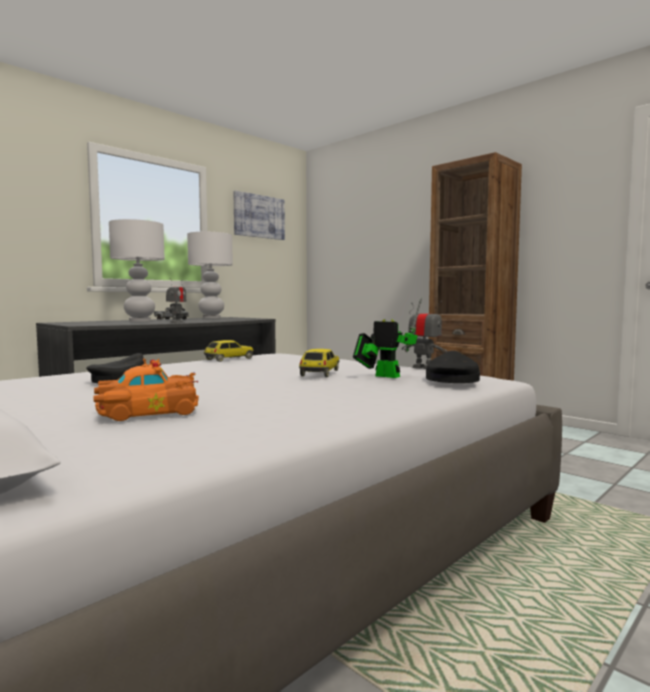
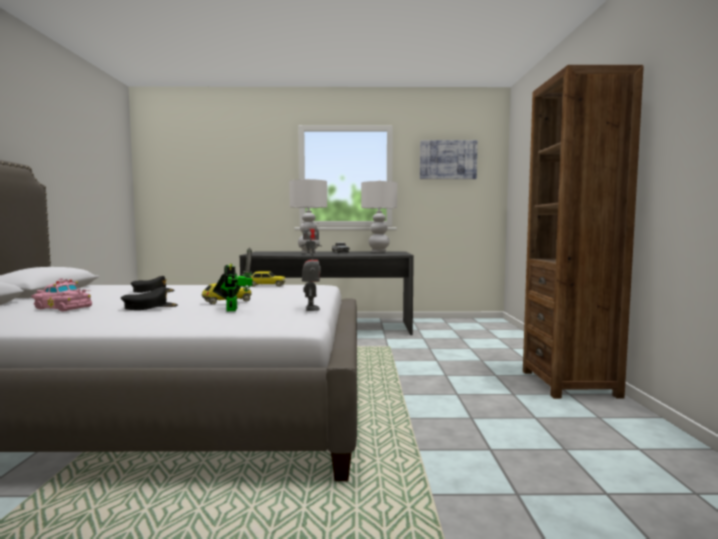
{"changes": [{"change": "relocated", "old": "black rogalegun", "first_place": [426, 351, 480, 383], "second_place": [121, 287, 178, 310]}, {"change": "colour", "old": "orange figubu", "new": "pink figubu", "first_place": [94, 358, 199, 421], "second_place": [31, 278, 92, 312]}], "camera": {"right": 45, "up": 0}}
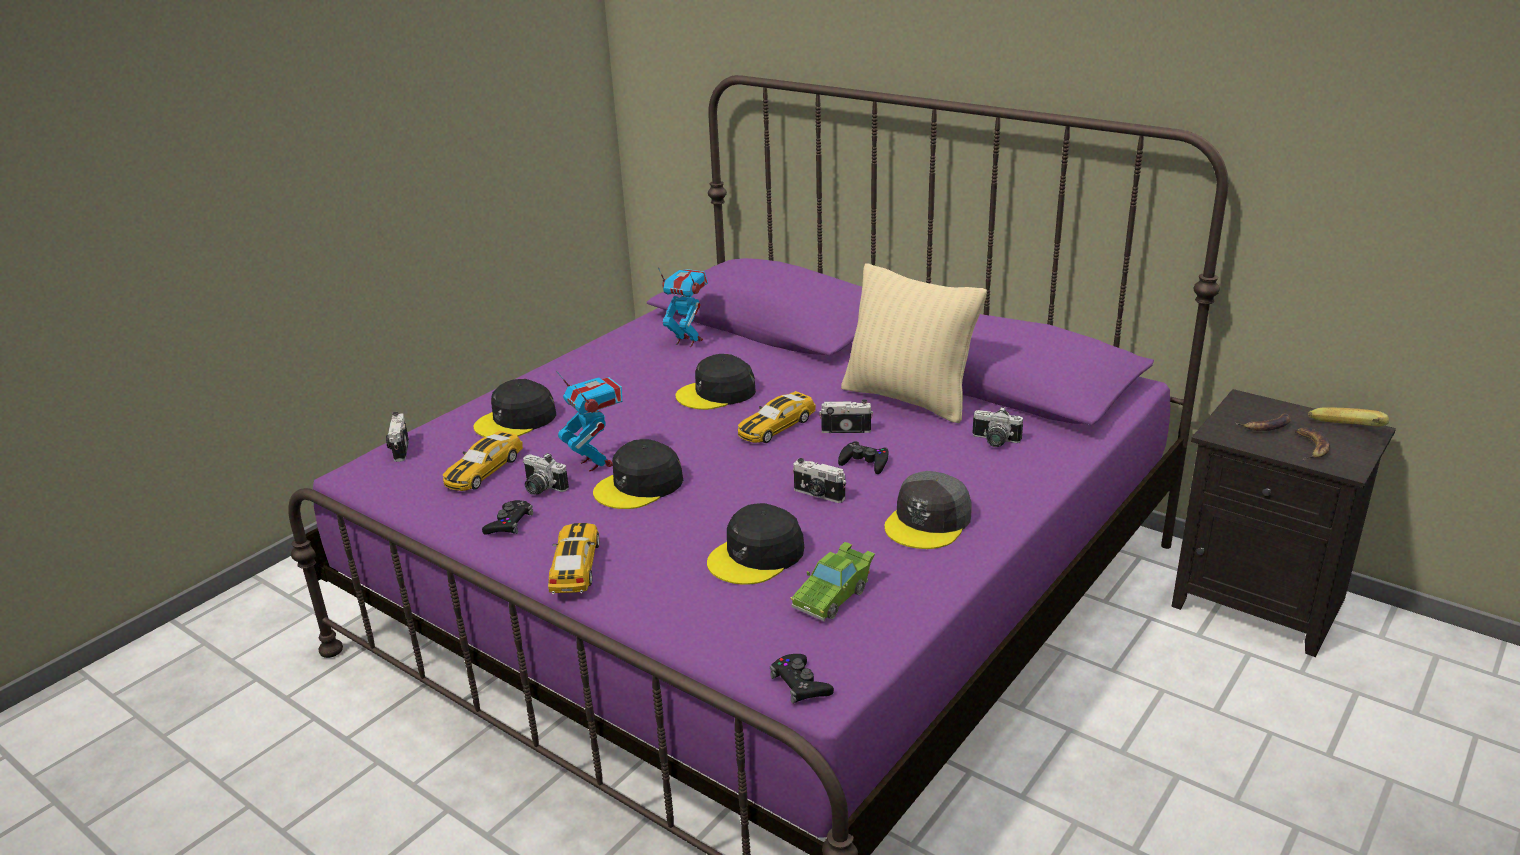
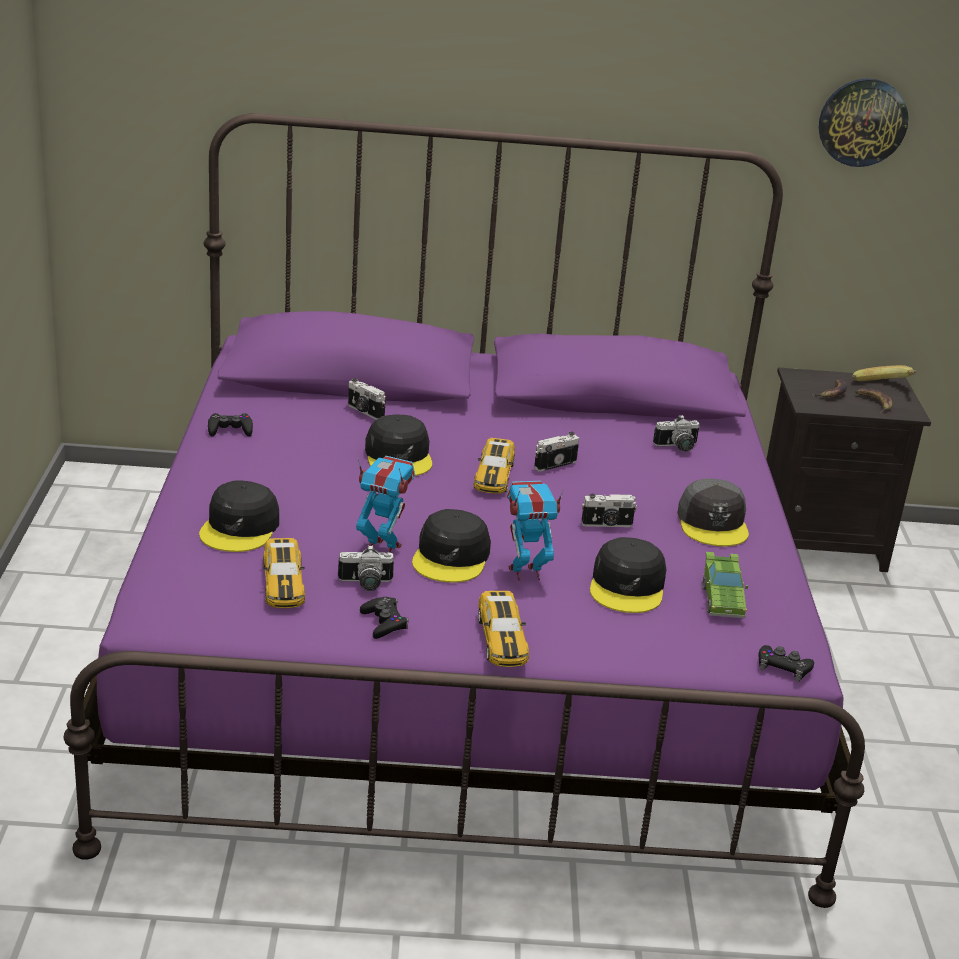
{"changes": [{"change": "missing", "old": "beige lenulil", "first_place": [841, 263, 987, 423]}, {"change": "relocated", "old": "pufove", "first_place": [658, 267, 708, 347], "second_place": [507, 481, 564, 581]}, {"change": "spun", "old": "black rogalegun", "first_place": [675, 354, 756, 410], "second_place": [365, 414, 432, 476], "degrees": -45}, {"change": "relocated", "old": "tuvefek", "first_place": [386, 412, 409, 462], "second_place": [348, 378, 386, 420]}, {"change": "relocated", "old": "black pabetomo", "first_place": [838, 441, 888, 474], "second_place": [208, 413, 253, 436]}, {"change": "spun", "old": "figubu", "first_place": [548, 523, 599, 594], "second_place": [478, 591, 529, 667], "degrees": -150}, {"change": "appeared", "new": "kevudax", "second_place": [819, 78, 909, 167]}], "camera": {"right": -40, "up": 0}}
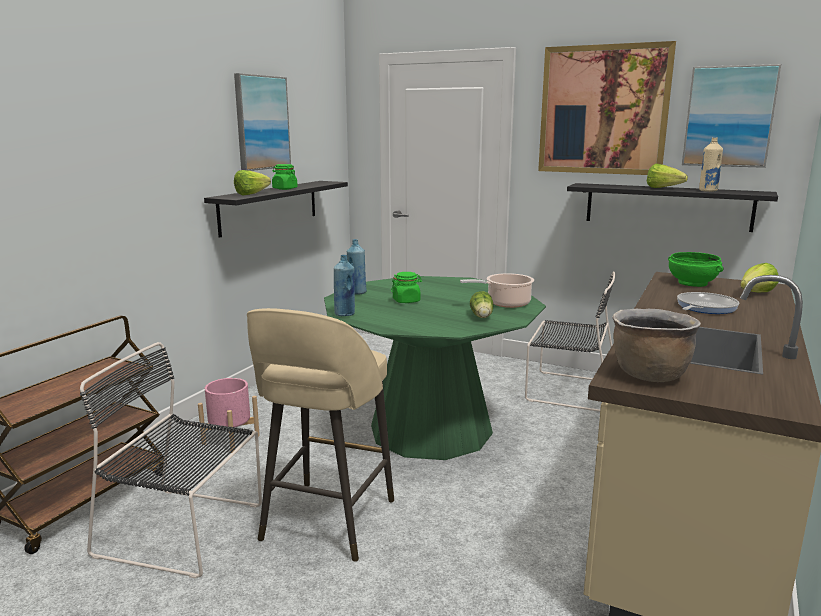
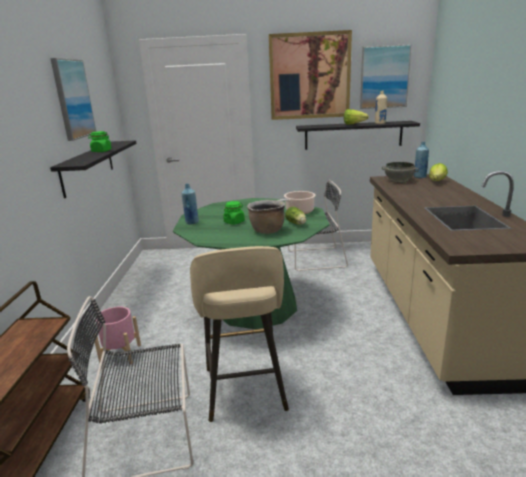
{"changes": [{"change": "missing", "old": "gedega", "first_place": [234, 170, 271, 195]}, {"change": "colour", "old": "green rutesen", "new": "grey rutesen", "first_place": [668, 252, 723, 287], "second_place": [382, 162, 419, 183]}, {"change": "relocated", "old": "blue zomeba", "first_place": [334, 255, 355, 316], "second_place": [414, 142, 429, 178]}, {"change": "missing", "old": "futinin", "first_place": [677, 292, 739, 314]}, {"change": "relocated", "old": "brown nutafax", "first_place": [612, 309, 701, 382], "second_place": [247, 200, 285, 234]}], "camera": {"right": -25, "up": 5}}
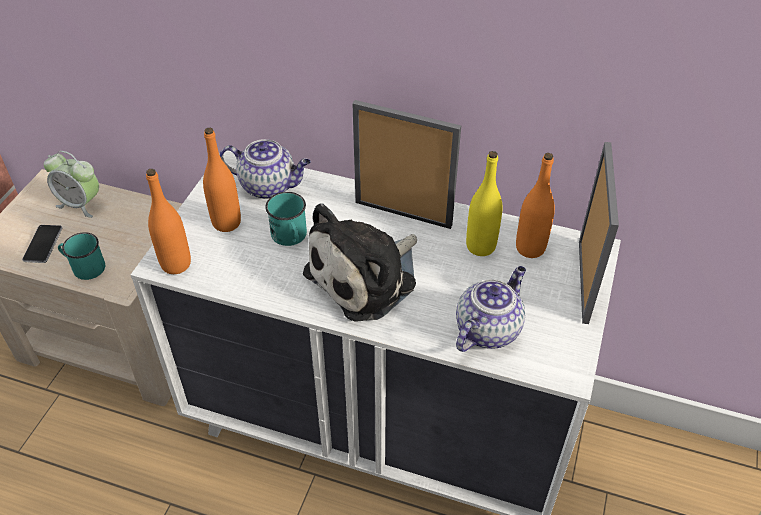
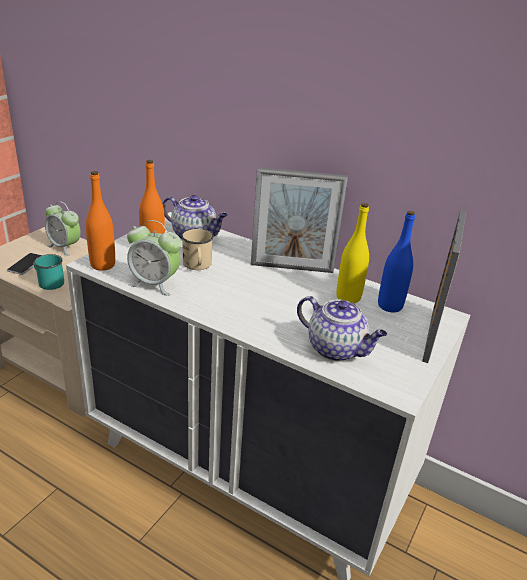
{"changes": [{"change": "spun", "old": "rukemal", "first_place": [352, 100, 461, 229], "second_place": [251, 167, 348, 273], "degrees": 150}, {"change": "colour", "old": "orange zomeba", "new": "blue zomeba", "first_place": [516, 153, 555, 258], "second_place": [378, 211, 415, 312]}, {"change": "colour", "old": "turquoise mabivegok", "new": "beige mabivegok", "first_place": [265, 192, 307, 246], "second_place": [181, 228, 214, 270]}, {"change": "missing", "old": "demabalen", "first_place": [303, 203, 417, 321]}, {"change": "spun", "old": "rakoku", "first_place": [456, 266, 526, 352], "second_place": [297, 296, 387, 361], "degrees": 75}, {"change": "appeared", "new": "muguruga", "second_place": [127, 220, 182, 296]}], "camera": {"right": 10, "up": -15}}
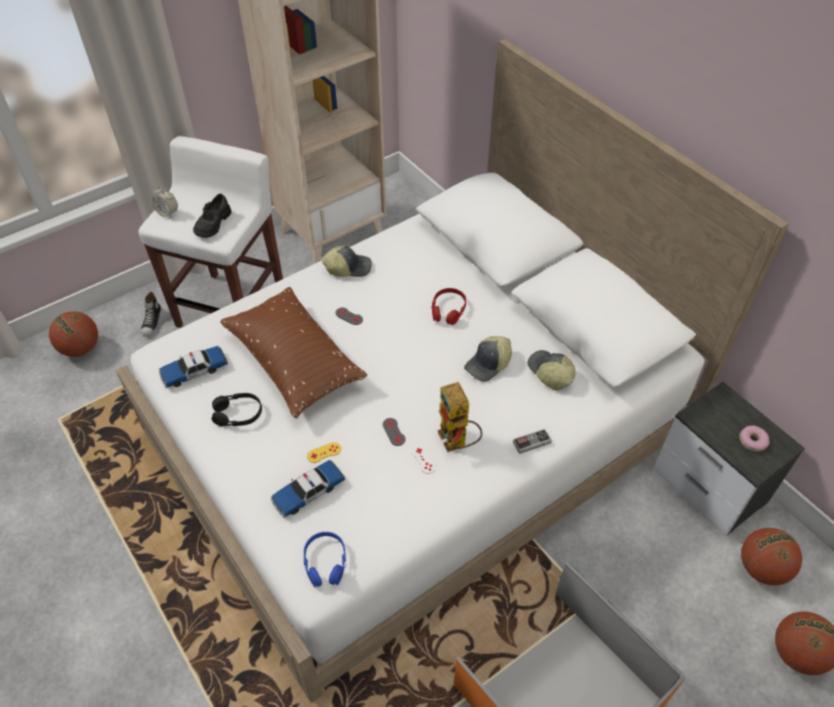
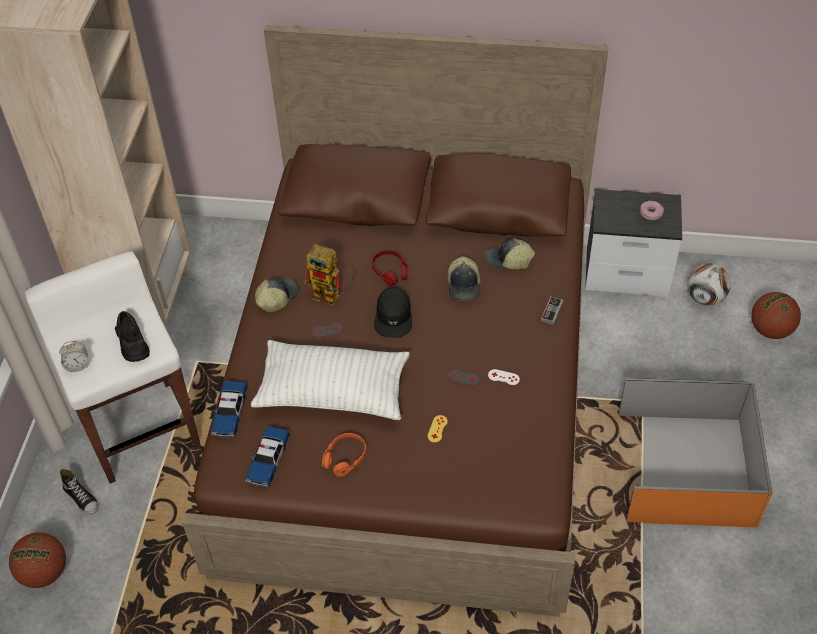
{"changes": [{"change": "colour", "old": "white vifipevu", "new": "brown vifipevu", "first_place": [116, 39, 789, 703], "second_place": [182, 25, 608, 617]}, {"change": "colour", "old": "brown lenulil", "new": "white lenulil", "first_place": [220, 287, 367, 418], "second_place": [251, 340, 410, 420]}, {"change": "relocated", "old": "pufove", "first_place": [438, 382, 482, 452], "second_place": [304, 244, 352, 306]}, {"change": "colour", "old": "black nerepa", "new": "orange nerepa", "first_place": [211, 393, 262, 427], "second_place": [322, 433, 366, 477]}, {"change": "relocated", "old": "figubu", "first_place": [270, 460, 345, 518], "second_place": [211, 381, 247, 438]}, {"change": "exchanged", "old": "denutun", "new": "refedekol", "first_place": [741, 528, 802, 586], "second_place": [687, 263, 731, 306]}, {"change": "missing", "old": "blue nerepa", "first_place": [304, 532, 346, 587]}, {"change": "appeared", "new": "black rogalegun", "second_place": [374, 287, 412, 338]}], "camera": {"right": -45, "up": 0}}
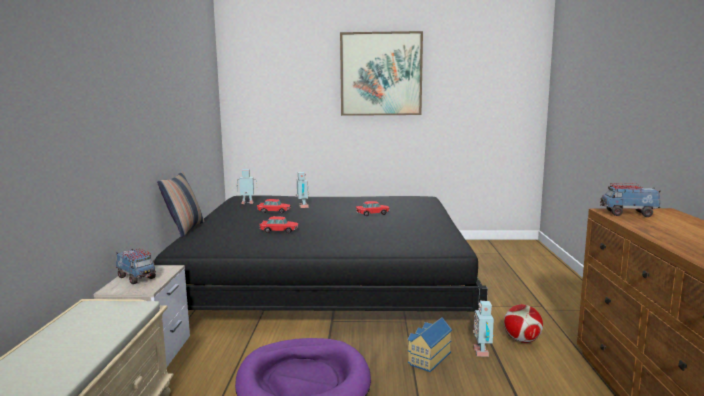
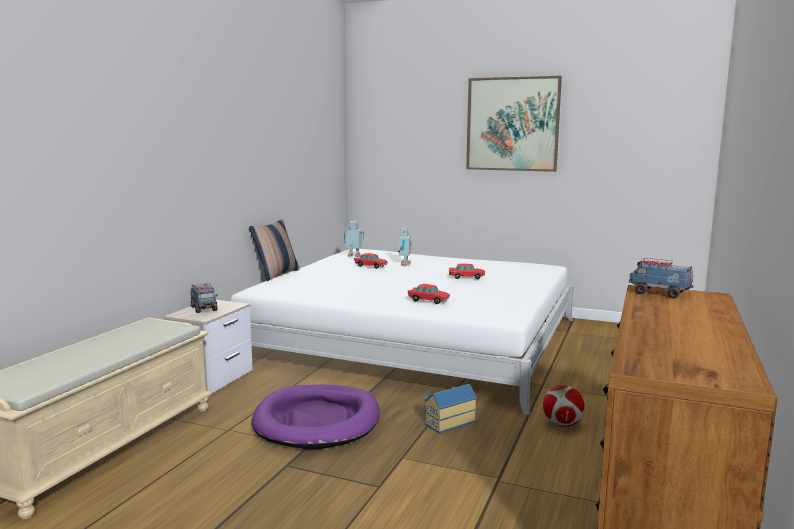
{"changes": [{"change": "colour", "old": "black vifipevu", "new": "white vifipevu", "first_place": [154, 195, 488, 311], "second_place": [231, 249, 573, 416]}, {"change": "relocated", "old": "figubu", "first_place": [259, 216, 298, 234], "second_place": [408, 284, 450, 304]}, {"change": "missing", "old": "pufove", "first_place": [473, 301, 494, 357]}], "camera": {"right": 20, "up": 0}}
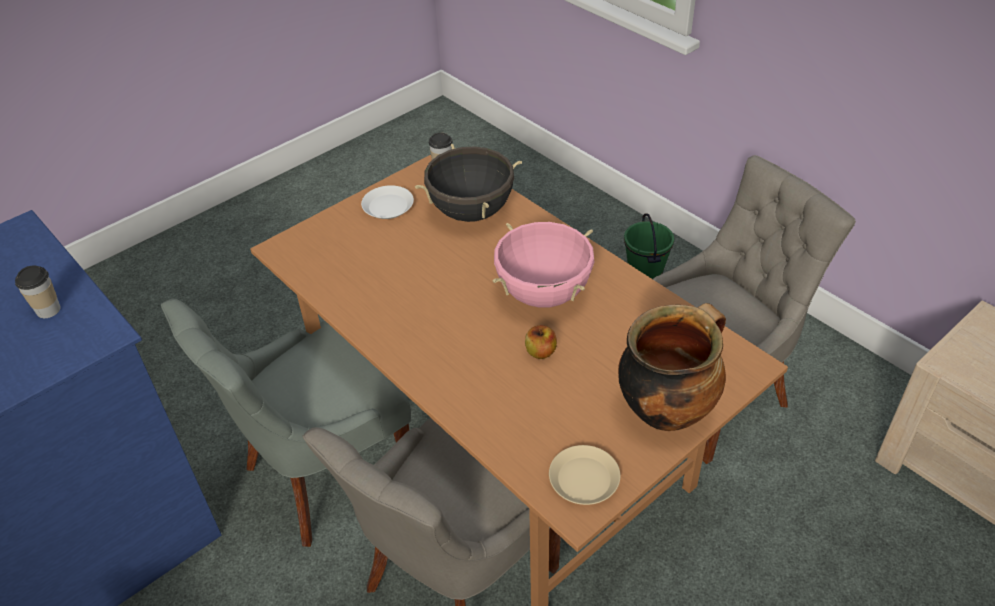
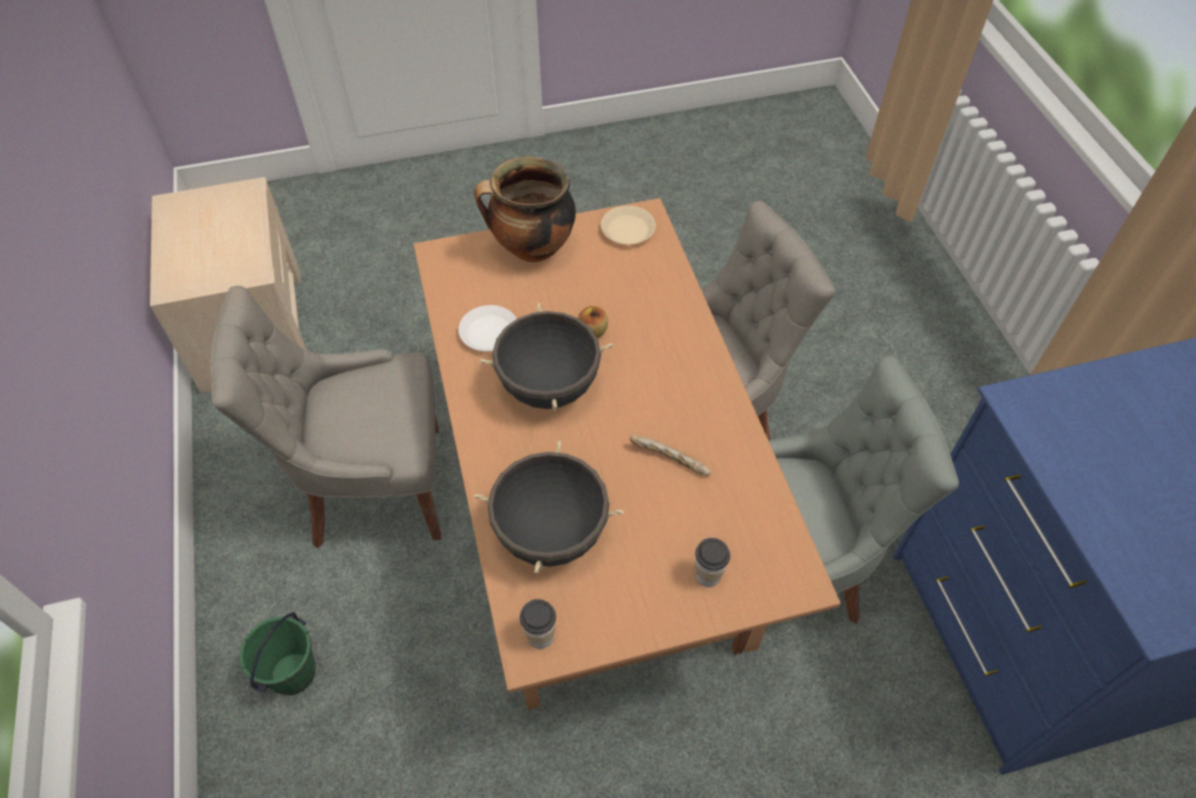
{"changes": [{"change": "relocated", "old": "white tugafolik", "first_place": [361, 185, 414, 219], "second_place": [458, 305, 517, 351]}, {"change": "colour", "old": "pink nutafax", "new": "black nutafax", "first_place": [493, 222, 595, 308], "second_place": [479, 302, 613, 411]}, {"change": "relocated", "old": "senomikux", "first_place": [15, 265, 61, 318], "second_place": [695, 538, 730, 587]}, {"change": "appeared", "new": "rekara", "second_place": [630, 434, 711, 476]}], "camera": {"right": -155, "up": 10}}
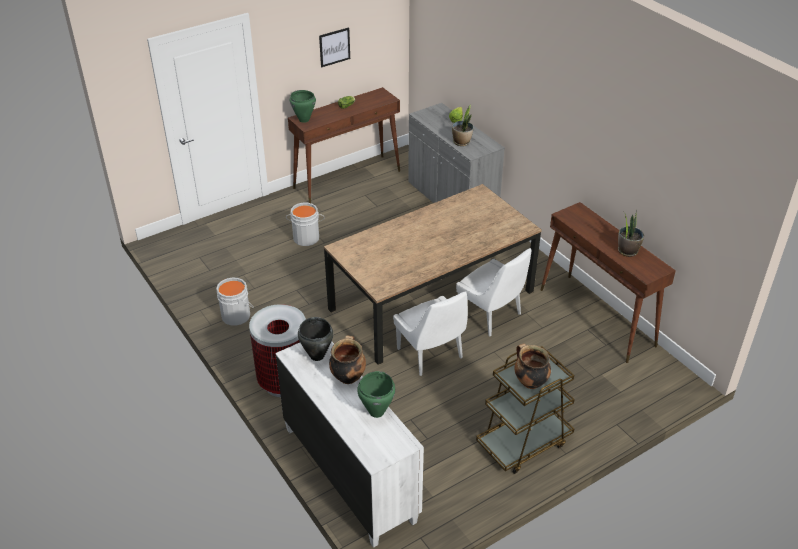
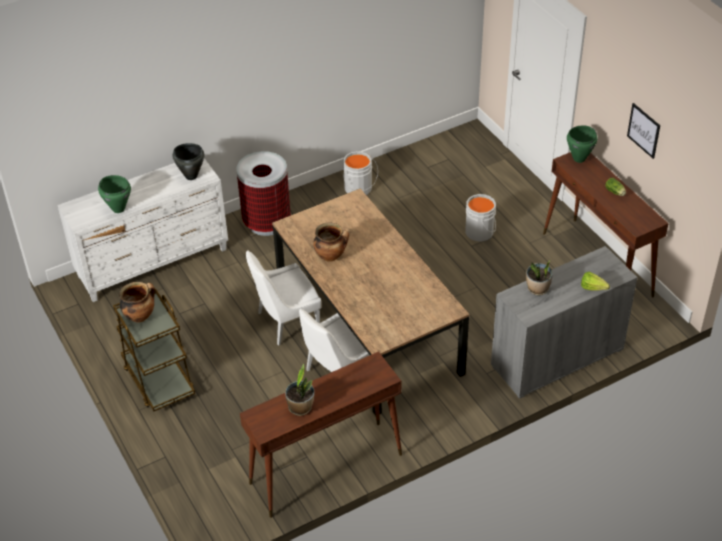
{"changes": [{"change": "relocated", "old": "nutafax", "first_place": [329, 335, 366, 384], "second_place": [313, 223, 349, 262]}], "camera": {"right": 95, "up": 5}}
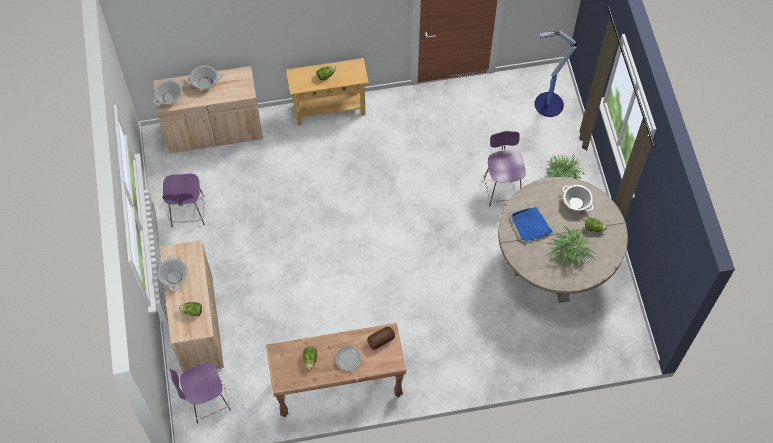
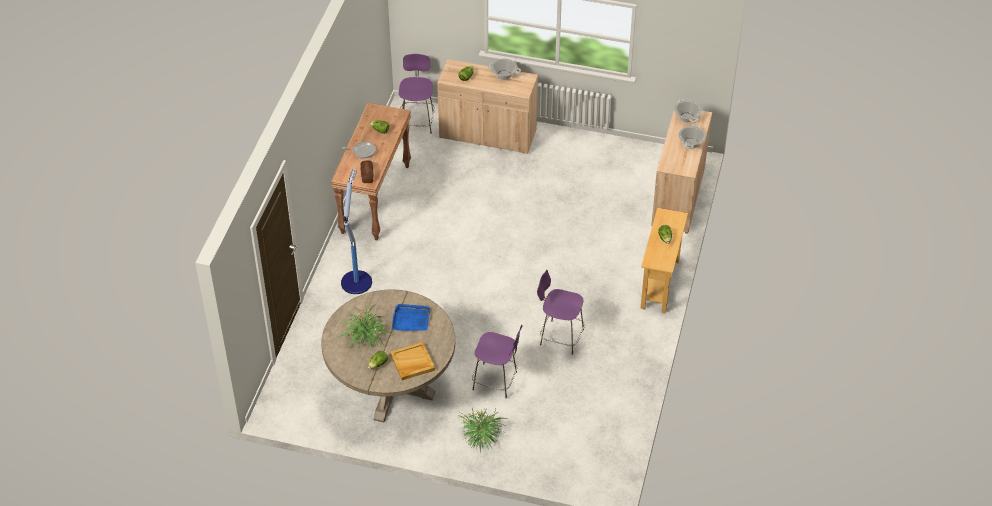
{"changes": [{"change": "relocated", "old": "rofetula", "first_place": [535, 30, 577, 117], "second_place": [341, 169, 372, 294]}, {"change": "relocated", "old": "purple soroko", "first_place": [162, 173, 205, 227], "second_place": [537, 270, 585, 355]}, {"change": "exchanged", "old": "nutafax", "new": "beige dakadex", "first_place": [562, 185, 594, 211], "second_place": [390, 342, 435, 380]}], "camera": {"right": 115, "up": -15}}
